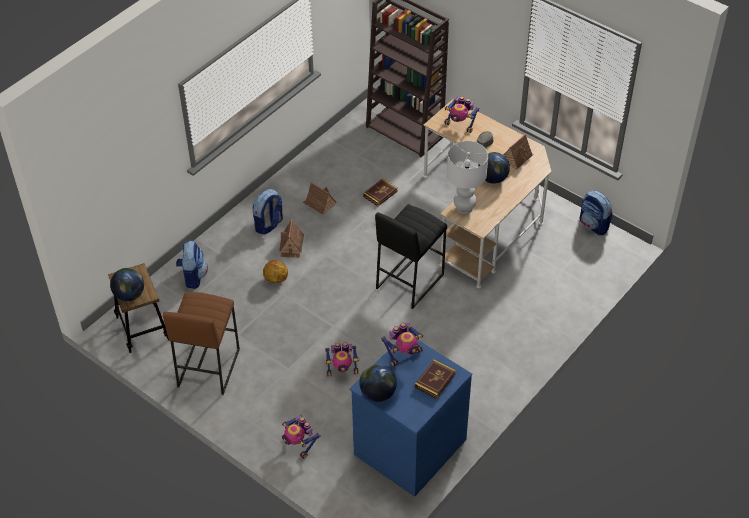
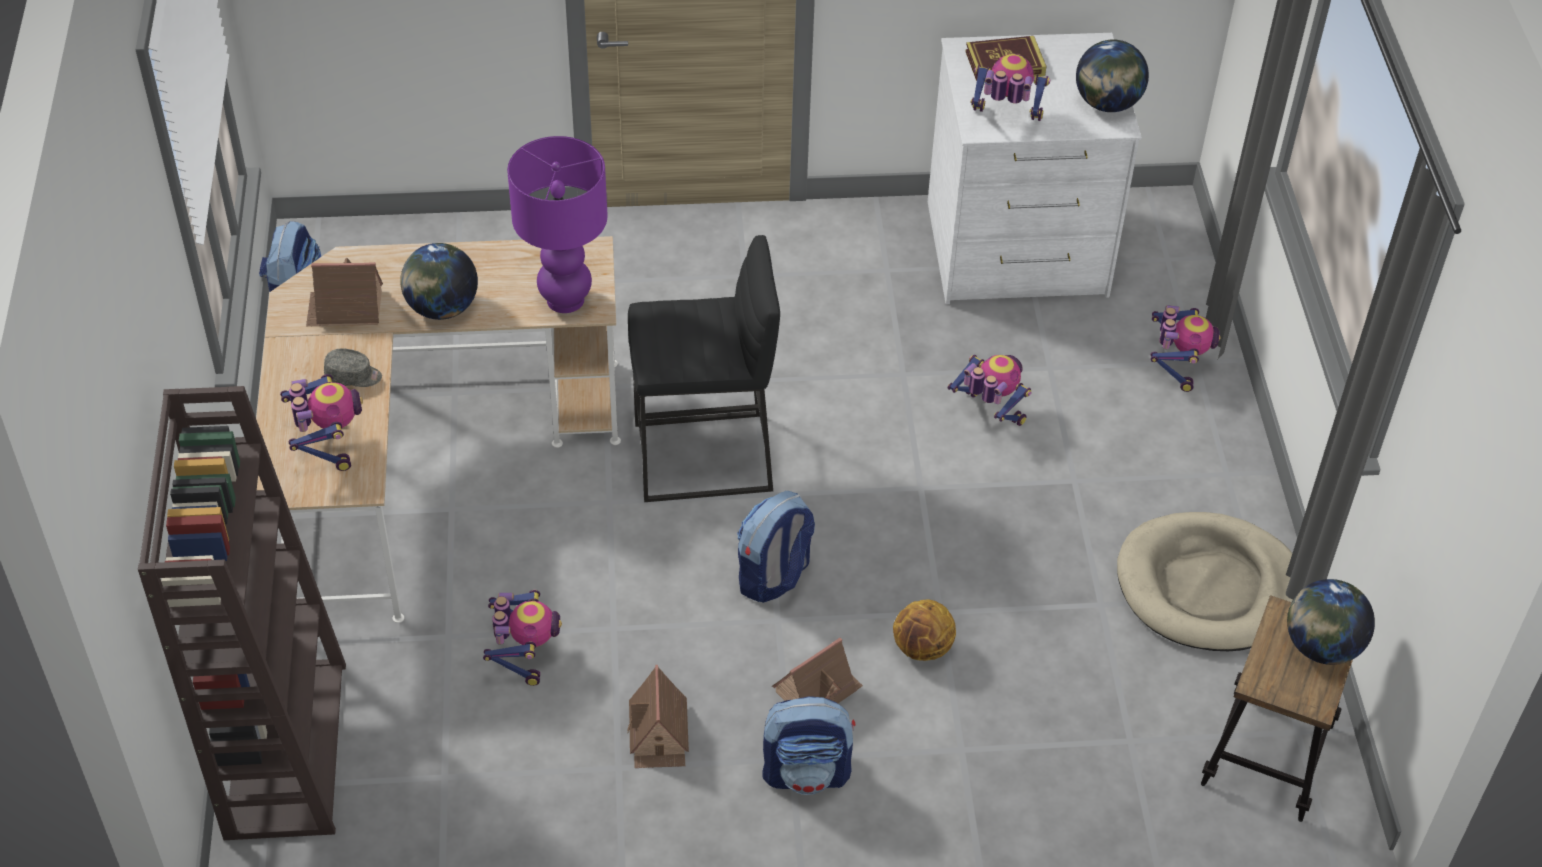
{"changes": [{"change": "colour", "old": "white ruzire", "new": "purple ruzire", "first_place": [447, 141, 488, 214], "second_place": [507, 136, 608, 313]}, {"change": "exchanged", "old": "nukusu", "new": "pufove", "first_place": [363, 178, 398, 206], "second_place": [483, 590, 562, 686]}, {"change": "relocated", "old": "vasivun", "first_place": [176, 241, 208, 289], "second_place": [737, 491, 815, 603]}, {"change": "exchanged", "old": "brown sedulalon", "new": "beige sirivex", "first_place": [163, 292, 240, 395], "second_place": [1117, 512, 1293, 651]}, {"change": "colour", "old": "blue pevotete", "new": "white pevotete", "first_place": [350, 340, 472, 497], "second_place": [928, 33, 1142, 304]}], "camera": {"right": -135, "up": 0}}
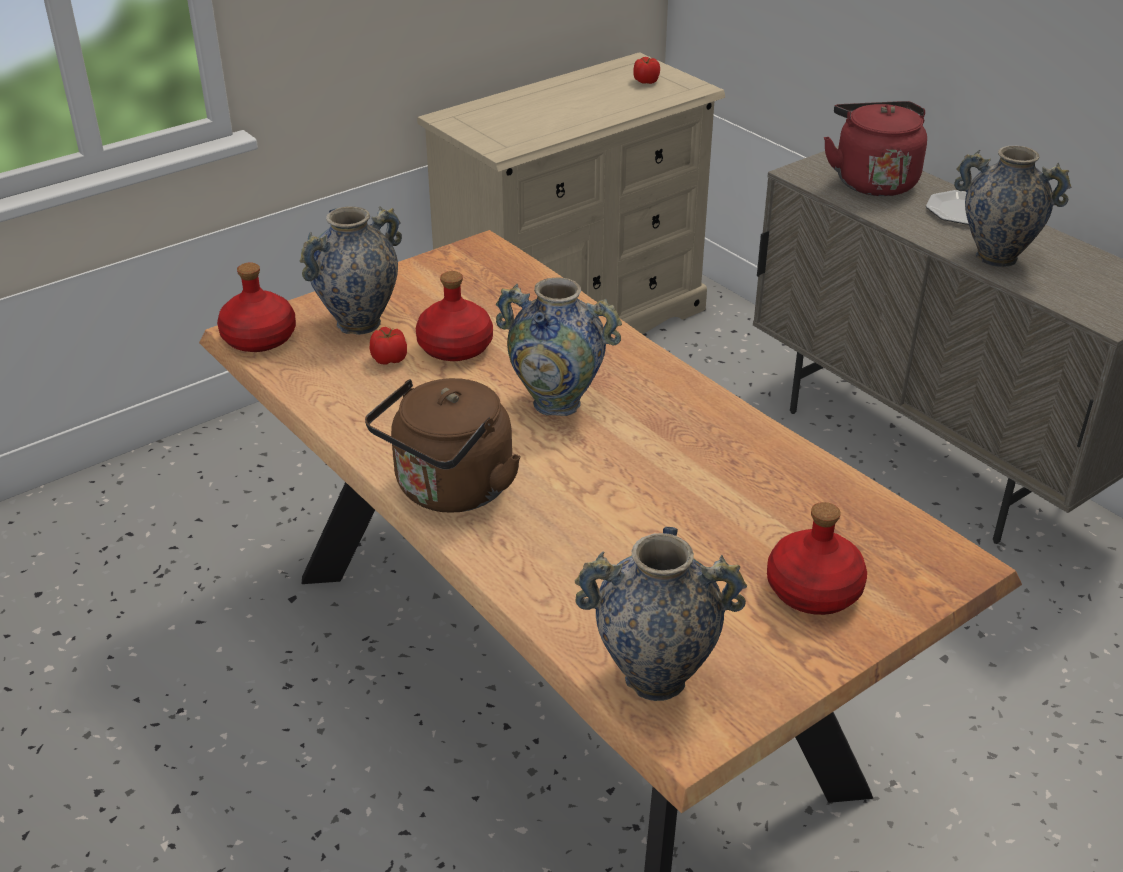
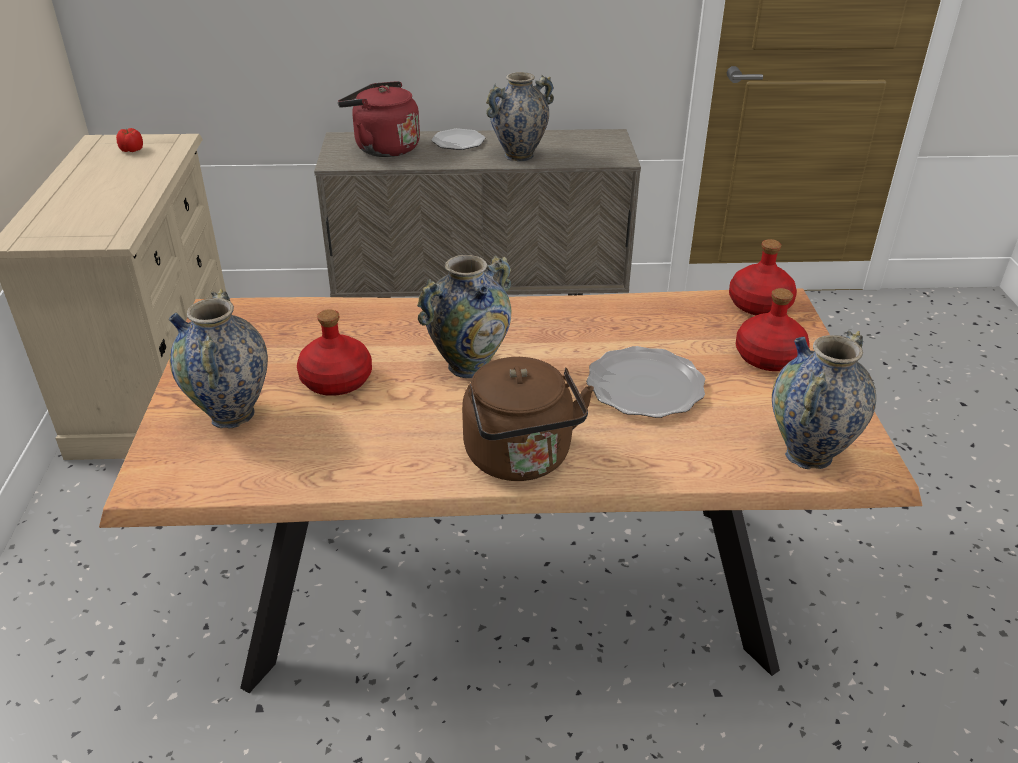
{"changes": [{"change": "relocated", "old": "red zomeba", "first_place": [217, 262, 296, 352], "second_place": [729, 239, 797, 315]}, {"change": "missing", "old": "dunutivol", "first_place": [370, 327, 407, 364]}, {"change": "appeared", "new": "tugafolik", "second_place": [586, 346, 705, 418]}], "camera": {"right": -55, "up": 0}}
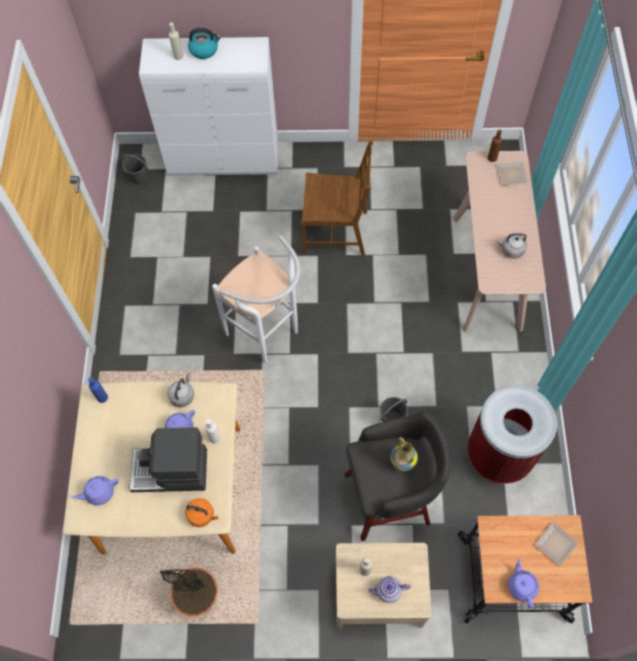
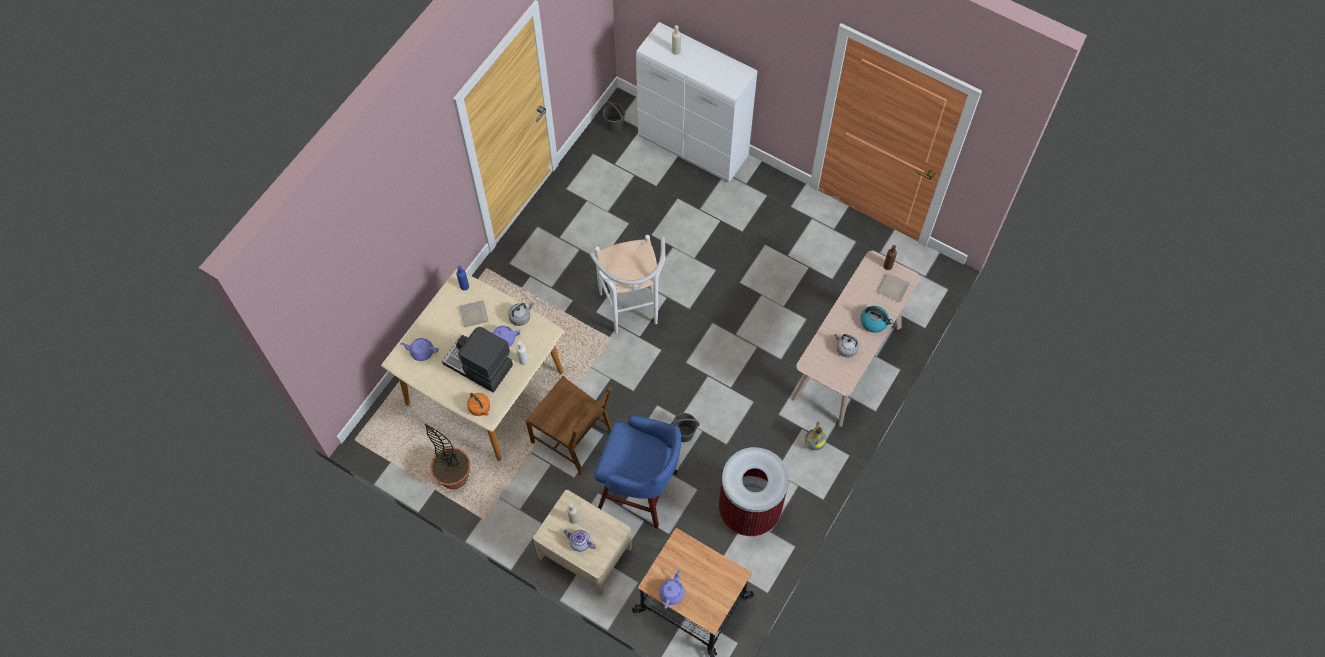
{"changes": [{"change": "relocated", "old": "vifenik", "first_place": [188, 28, 221, 59], "second_place": [861, 306, 893, 333]}, {"change": "relocated", "old": "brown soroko", "first_place": [301, 140, 373, 256], "second_place": [526, 376, 612, 476]}, {"change": "colour", "old": "grey sedulalon", "new": "blue sedulalon", "first_place": [344, 411, 451, 541], "second_place": [594, 415, 681, 529]}, {"change": "relocated", "old": "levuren", "first_place": [390, 437, 418, 471], "second_place": [805, 422, 826, 450]}, {"change": "relocated", "old": "tugafolik", "first_place": [534, 522, 578, 566], "second_place": [459, 300, 489, 328]}], "camera": {"right": 30, "up": 0}}
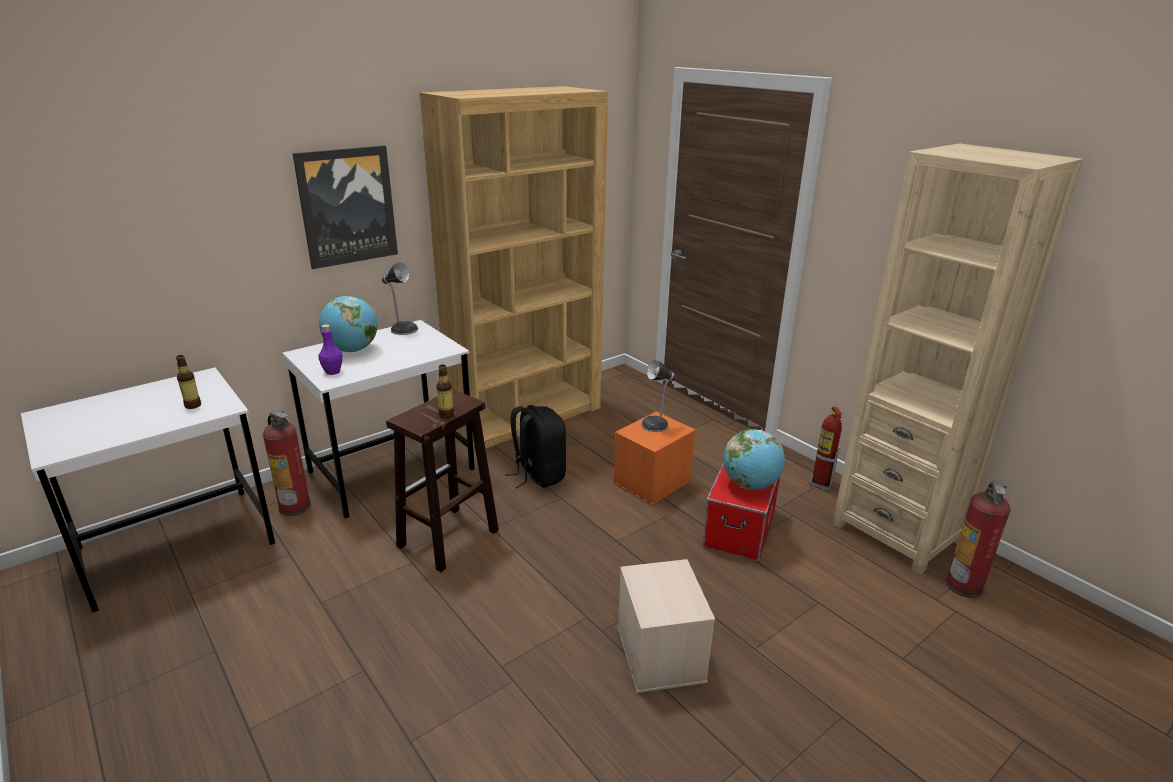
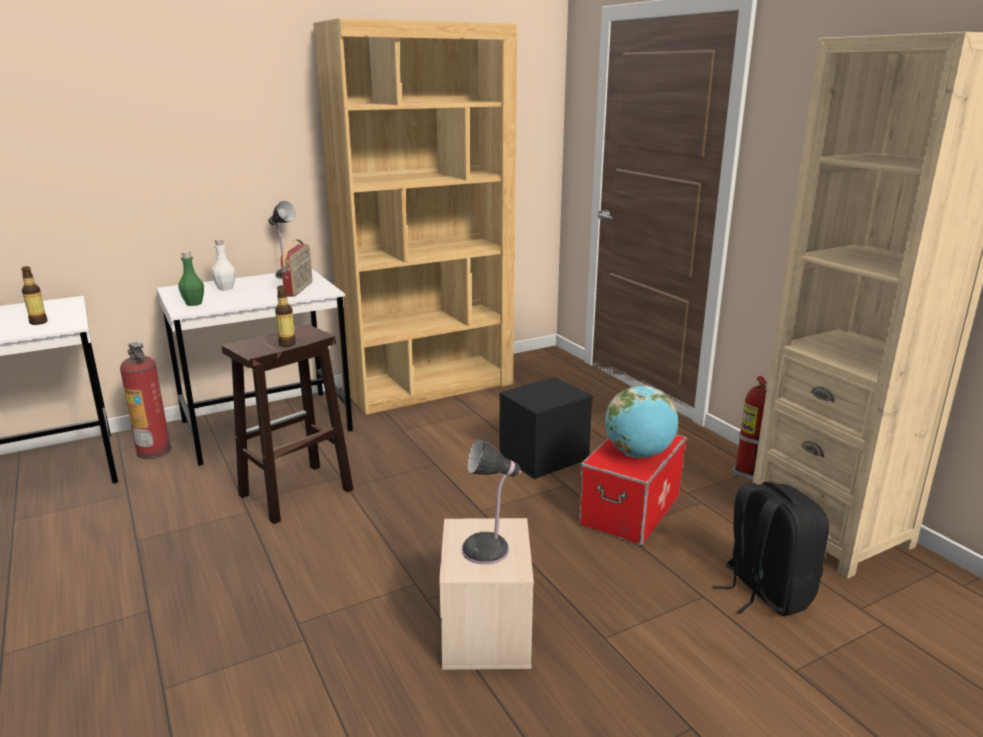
{"changes": [{"change": "missing", "old": "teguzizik", "first_place": [292, 145, 398, 269]}, {"change": "exchanged", "old": "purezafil", "new": "white zomeba", "first_place": [319, 296, 378, 352], "second_place": [212, 239, 236, 291]}, {"change": "colour", "old": "purple zomeba", "new": "green zomeba", "first_place": [318, 324, 342, 375], "second_place": [178, 251, 204, 306]}, {"change": "relocated", "old": "ruzire", "first_place": [641, 360, 676, 432], "second_place": [462, 439, 521, 565]}, {"change": "relocated", "old": "black vasivun", "first_place": [505, 405, 566, 489], "second_place": [713, 481, 829, 616]}, {"change": "colour", "old": "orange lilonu", "new": "black lilonu", "first_place": [613, 412, 696, 505], "second_place": [499, 377, 593, 479]}, {"change": "missing", "old": "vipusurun", "first_place": [945, 481, 1011, 598]}, {"change": "appeared", "new": "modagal", "second_place": [280, 239, 312, 297]}], "camera": {"right": 10, "up": -5}}
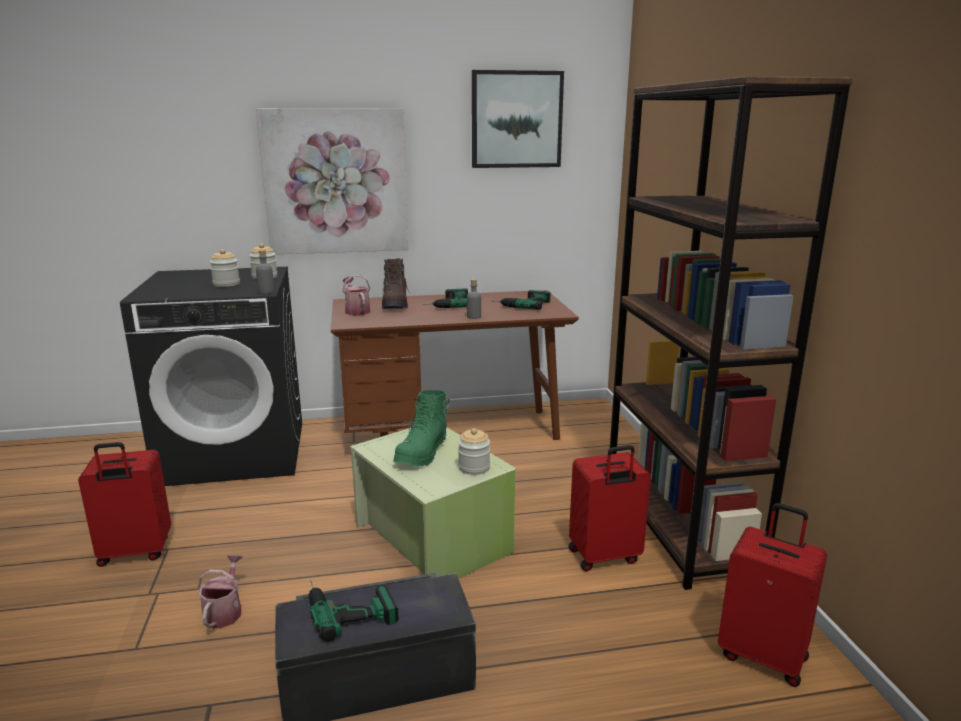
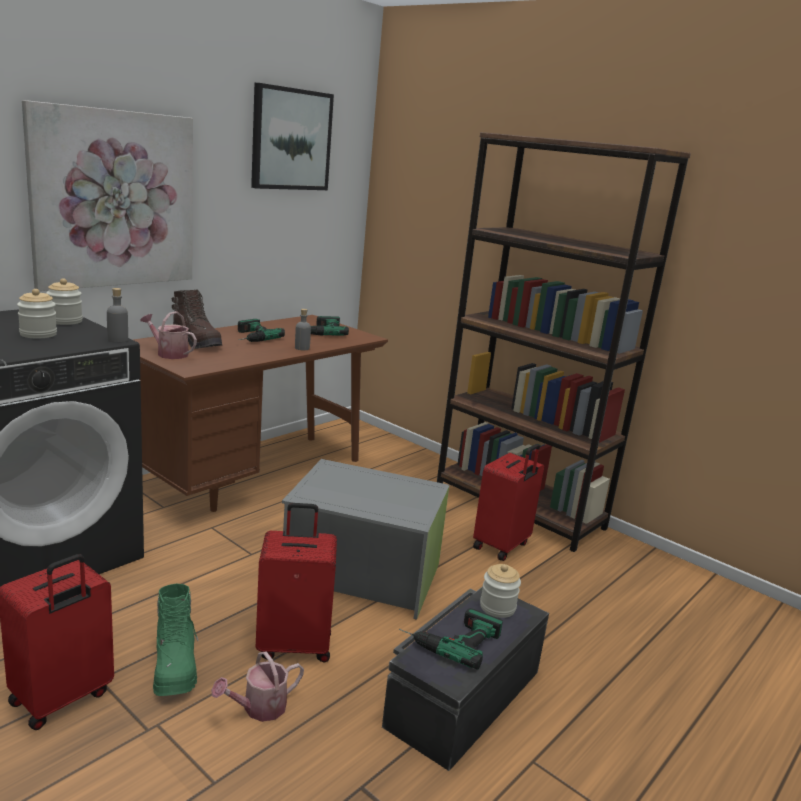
{"changes": [{"change": "relocated", "old": "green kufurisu", "first_place": [393, 390, 450, 466], "second_place": [153, 583, 199, 696]}, {"change": "colour", "old": "green lilonu", "new": "grey lilonu", "first_place": [350, 427, 516, 579], "second_place": [282, 459, 449, 620]}, {"change": "relocated", "old": "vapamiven", "first_place": [458, 428, 490, 475], "second_place": [480, 564, 521, 618]}, {"change": "relocated", "old": "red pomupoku", "first_place": [718, 503, 827, 687], "second_place": [256, 503, 337, 662]}, {"change": "spun", "old": "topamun", "first_place": [197, 555, 243, 628], "second_place": [211, 651, 304, 722], "degrees": -90}], "camera": {"right": -40, "up": 0}}
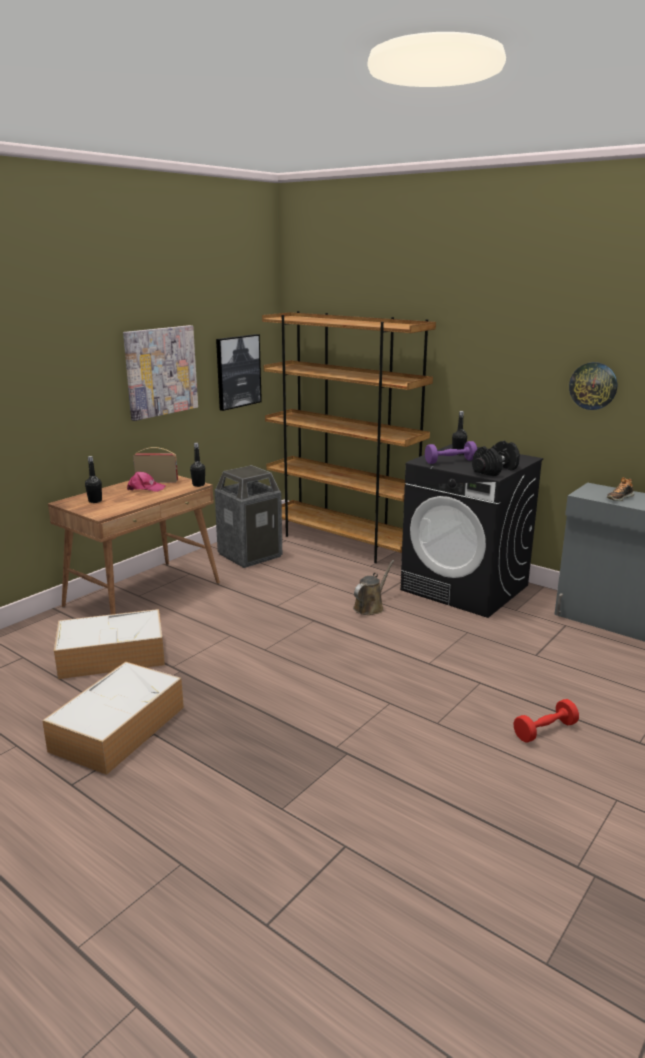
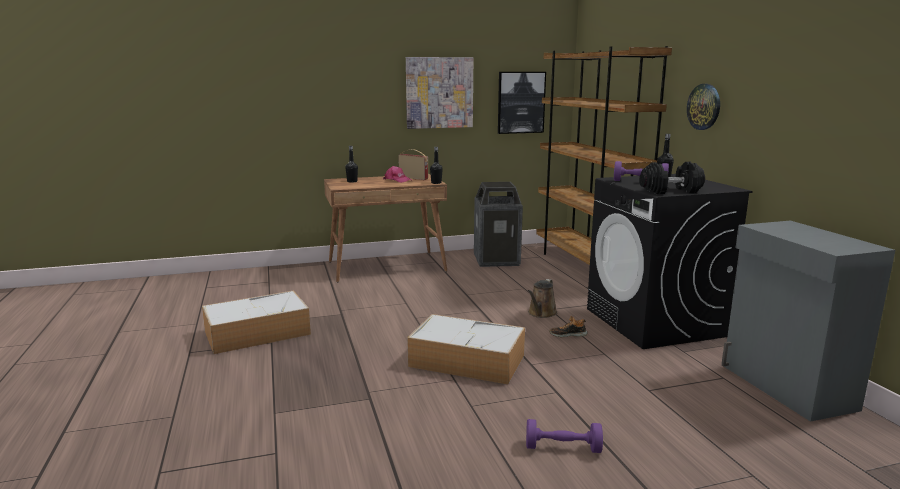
{"changes": [{"change": "relocated", "old": "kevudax", "first_place": [569, 362, 617, 410], "second_place": [687, 84, 720, 130]}, {"change": "relocated", "old": "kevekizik", "first_place": [607, 477, 634, 501], "second_place": [549, 316, 587, 337]}, {"change": "spun", "old": "brown topamun", "first_place": [353, 560, 394, 615], "second_place": [528, 279, 557, 318], "degrees": 135}, {"change": "relocated", "old": "lilonu", "first_place": [54, 609, 165, 679], "second_place": [407, 314, 525, 384]}, {"change": "colour", "old": "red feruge", "new": "purple feruge", "first_place": [514, 699, 579, 742], "second_place": [526, 419, 603, 453]}], "camera": {"right": 35, "up": -5}}
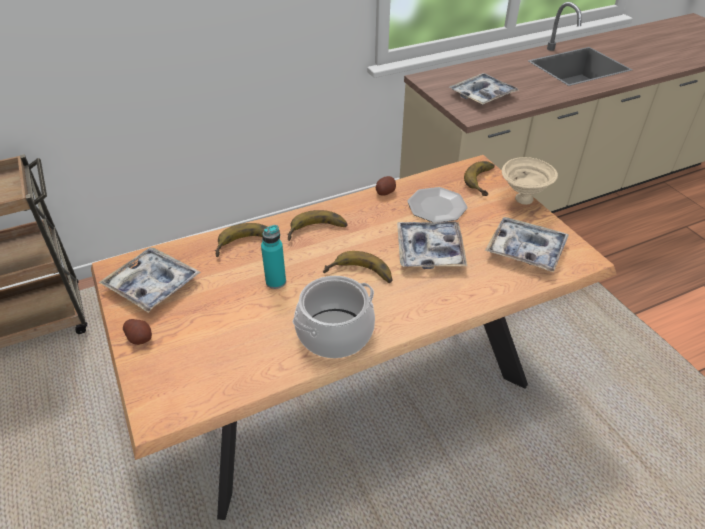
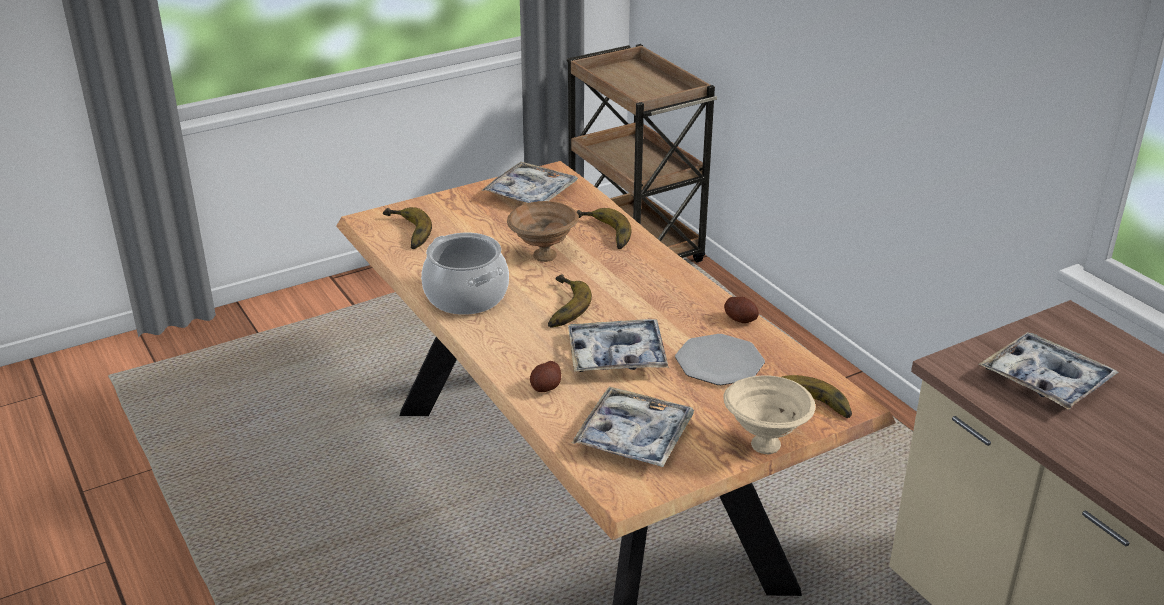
{"changes": [{"change": "relocated", "old": "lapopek", "first_place": [287, 210, 347, 241], "second_place": [383, 207, 432, 249]}, {"change": "exchanged", "old": "turquoise zomeba", "new": "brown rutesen", "first_place": [261, 225, 286, 289], "second_place": [507, 201, 579, 262]}, {"change": "relocated", "old": "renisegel", "first_place": [123, 319, 152, 345], "second_place": [530, 361, 561, 392]}], "camera": {"right": 85, "up": -10}}
